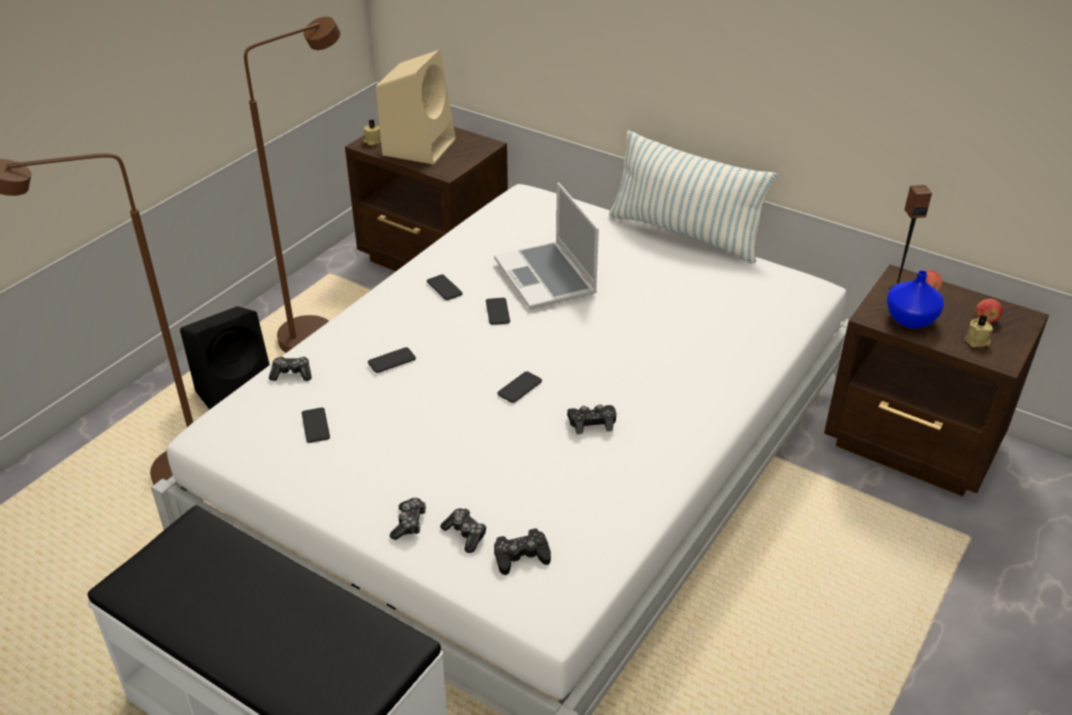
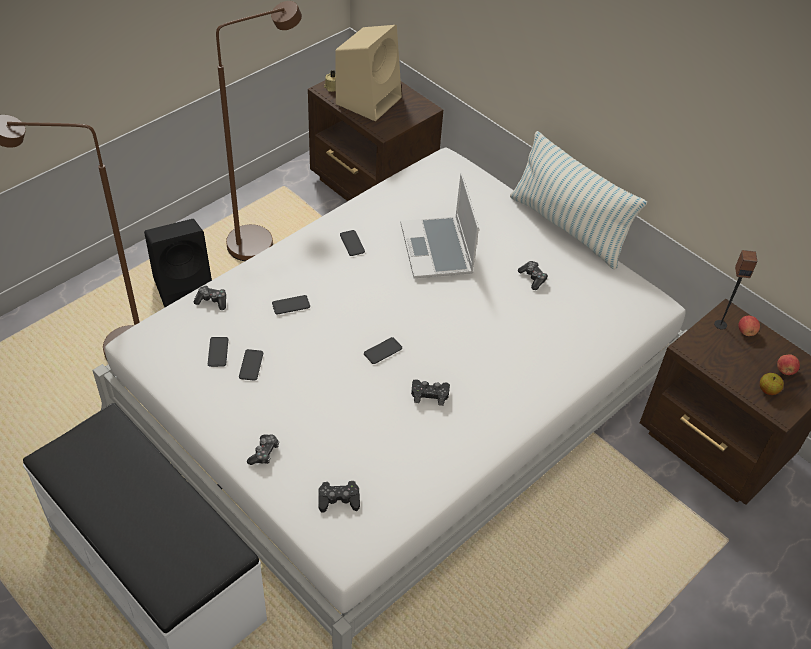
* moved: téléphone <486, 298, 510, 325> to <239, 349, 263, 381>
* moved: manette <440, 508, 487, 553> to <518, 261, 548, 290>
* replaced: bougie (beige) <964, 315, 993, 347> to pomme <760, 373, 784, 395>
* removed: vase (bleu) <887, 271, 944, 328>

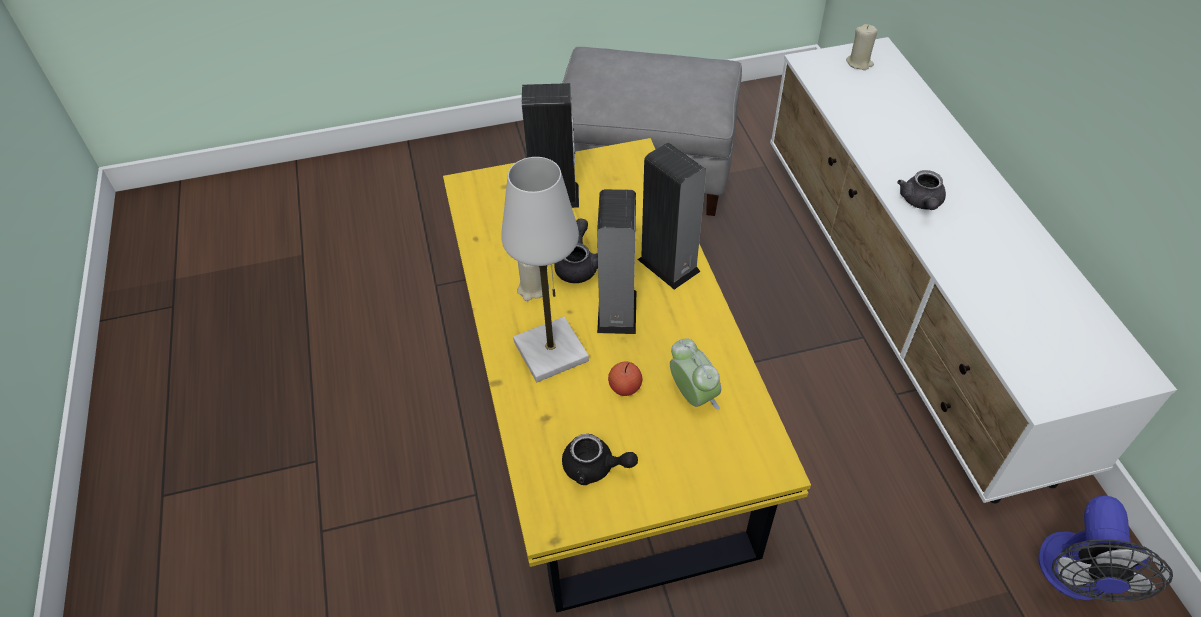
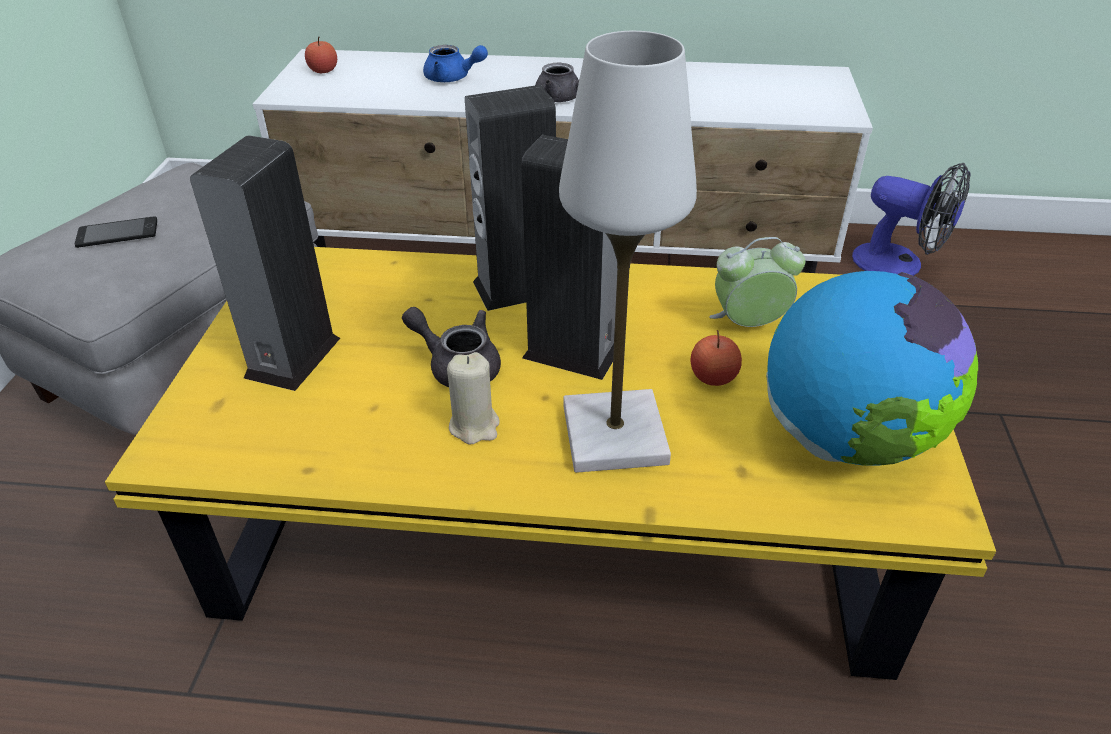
* added: téléphone <75, 216, 157, 248>
* replaced: bougie (beige) <846, 24, 878, 70> to pomme <305, 37, 337, 73>
* added: théière (bleu) <423, 45, 488, 82>
* replaced: théière (noir) <562, 434, 638, 485> to globe <766, 271, 978, 466>

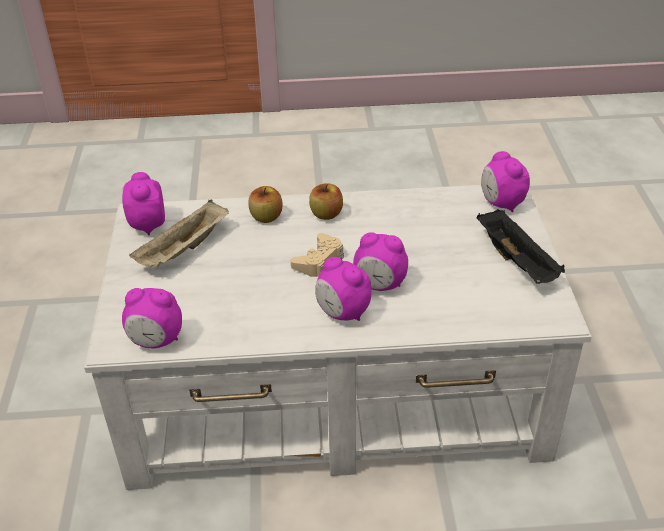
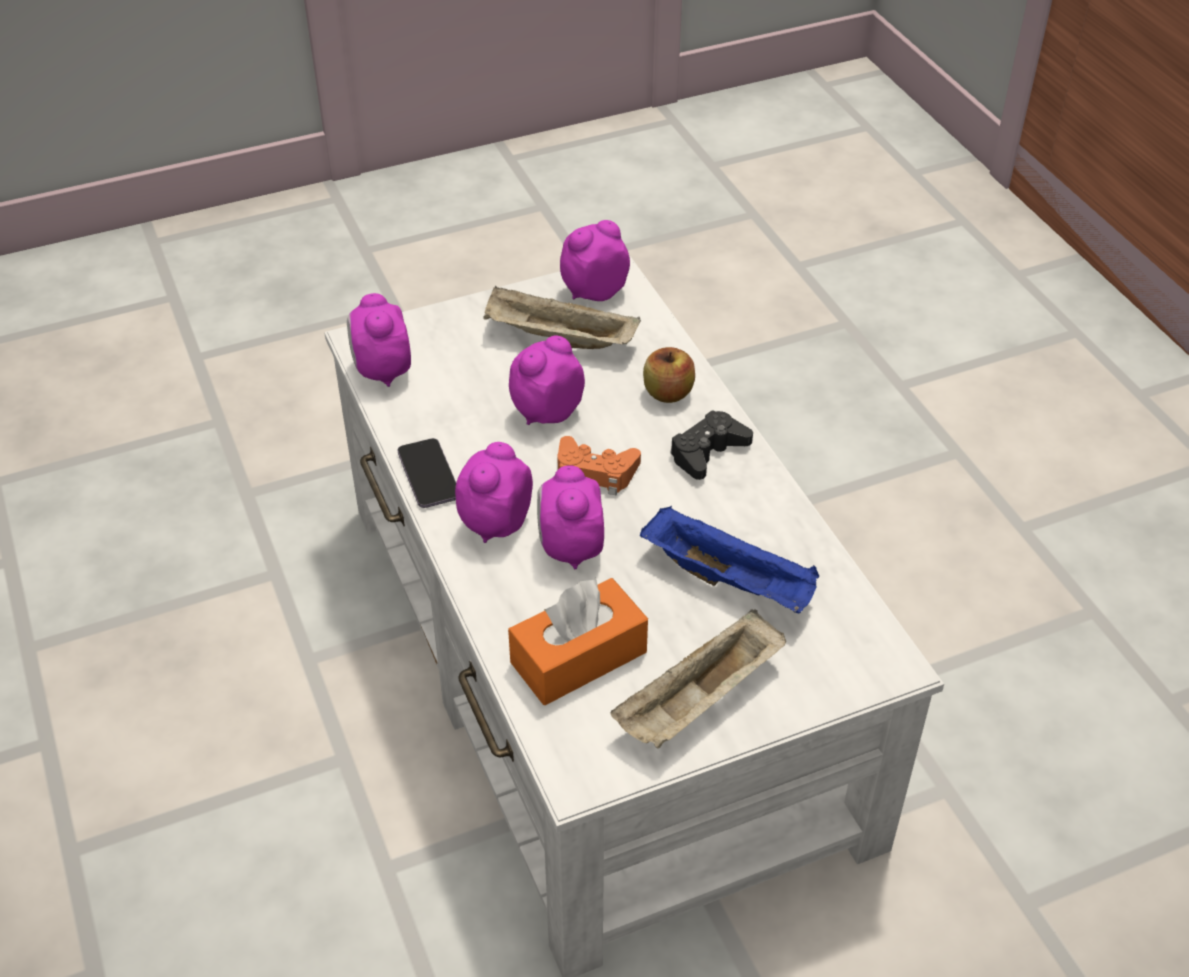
* added: téléphone <398, 438, 456, 508>
* added: boîte à mouchoirs (orange) <508, 578, 648, 705>
* moved: réveil <481, 151, 530, 212> to <509, 336, 585, 425>
* recoloured: manette (beige) <291, 233, 344, 277> to manette (orange) <557, 436, 641, 495>
* recoloured: plateau (noir) <476, 209, 565, 284> to plateau (beige) <610, 609, 786, 749>
* added: plateau (bleu) <640, 506, 819, 613>
* replaced: pomme <309, 183, 343, 220> to manette (noir) <670, 410, 753, 480>

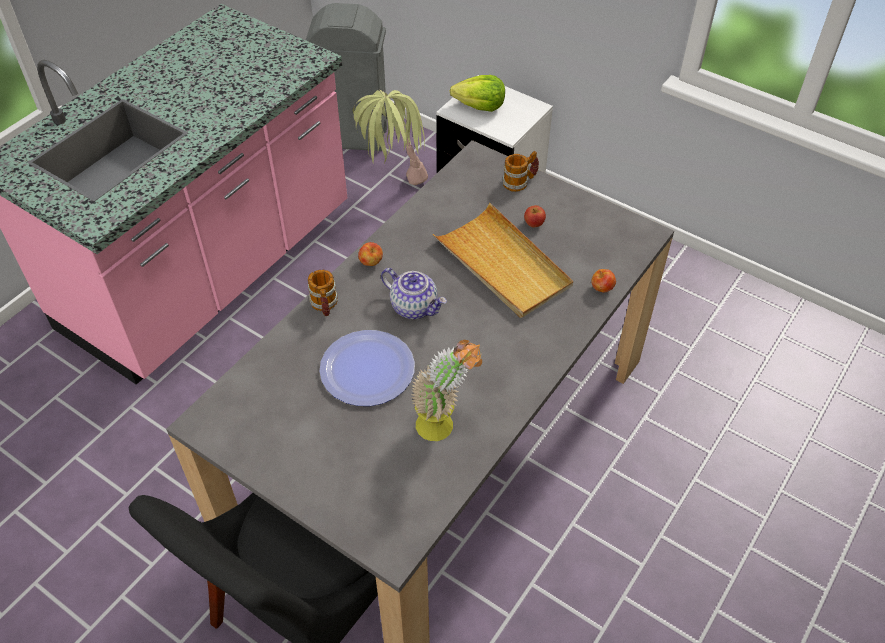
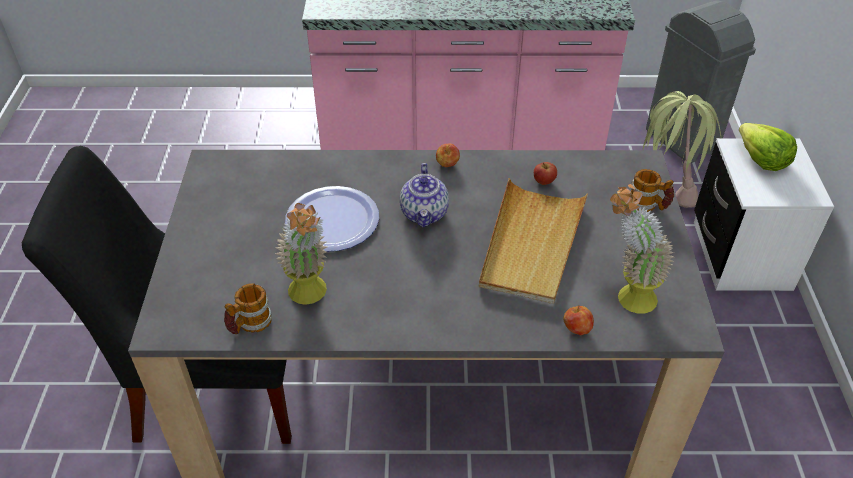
* moved: mug <308, 270, 338, 316> to <224, 283, 272, 334>
* moved: pomme <524, 205, 546, 228> to <534, 162, 557, 185>
* added: plante en pot <610, 184, 674, 314>

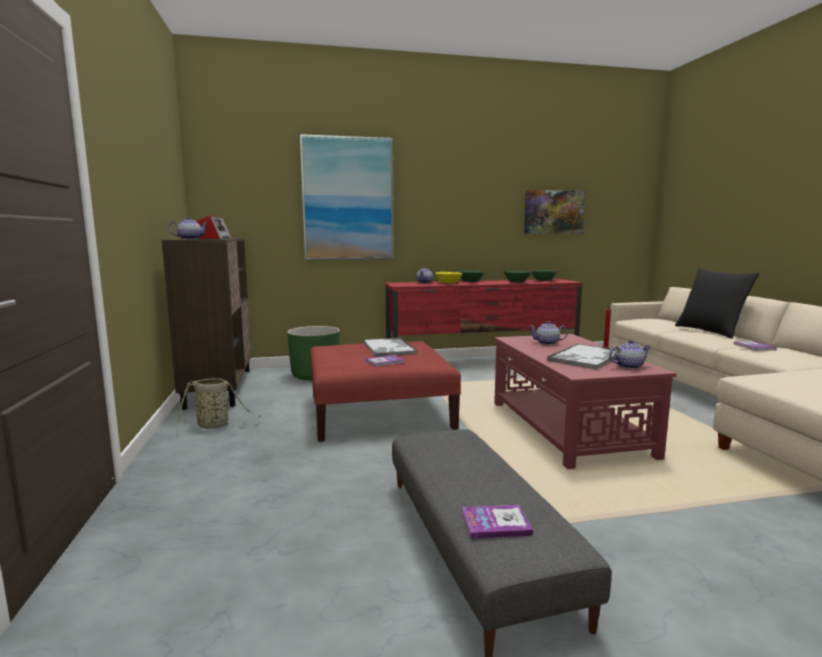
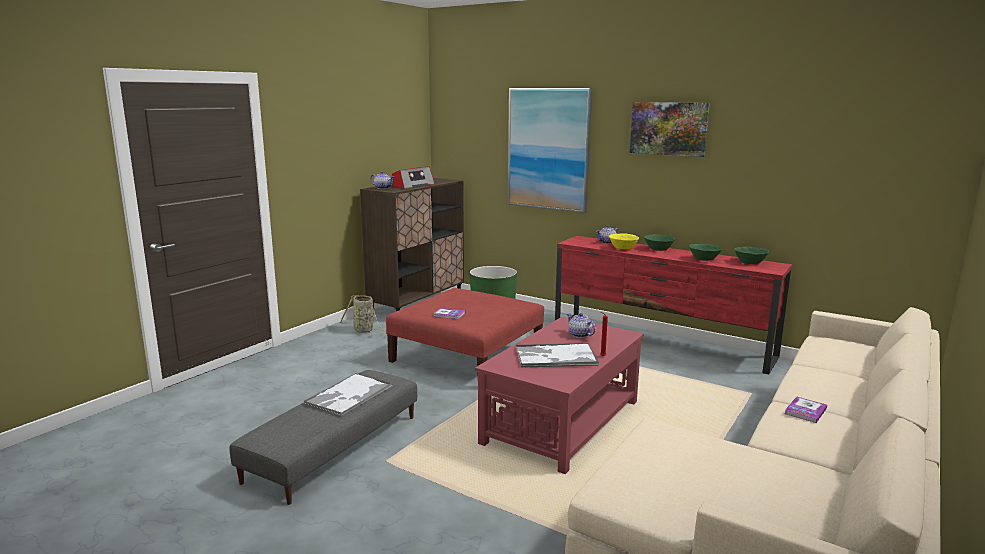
* moved: plateau <363, 337, 417, 357> to <303, 373, 393, 417>
* moved: tableau <524, 190, 586, 233> to <630, 102, 710, 157>
* removed: livre <462, 505, 533, 539>
* removed: théière <609, 340, 651, 369>
* removed: coussin (noir) <675, 268, 760, 339>

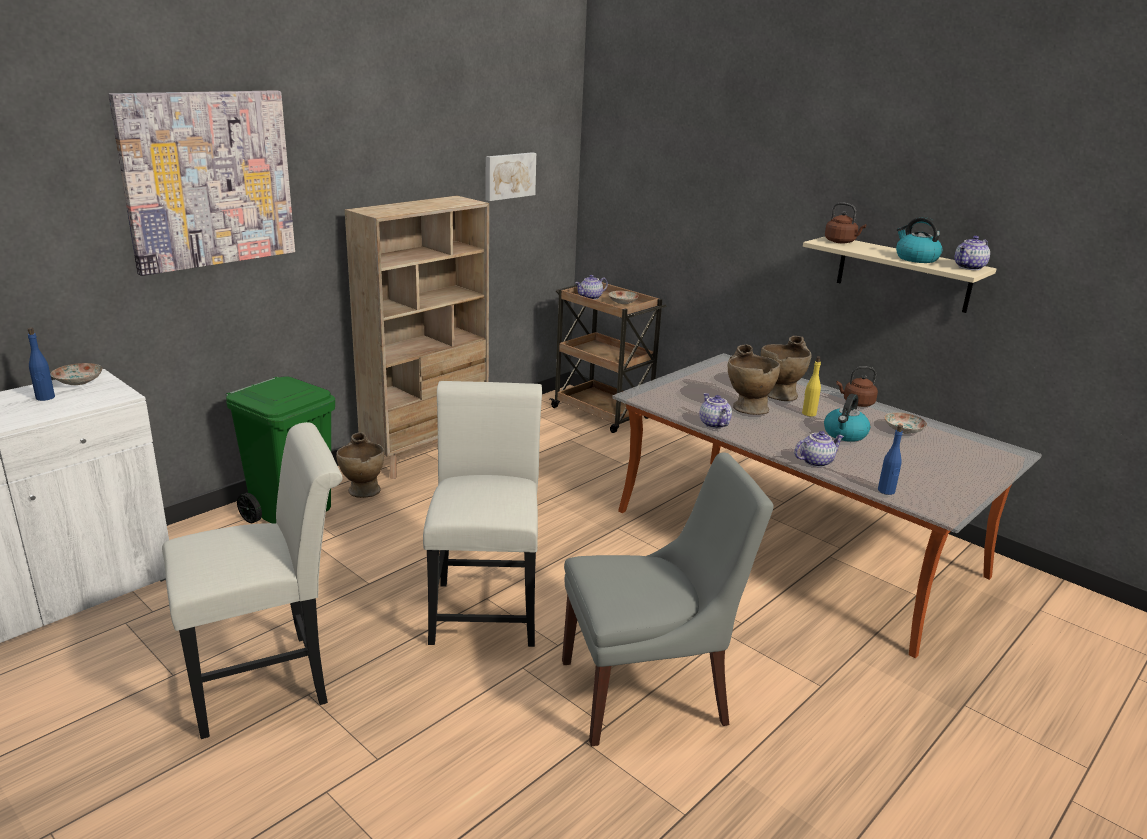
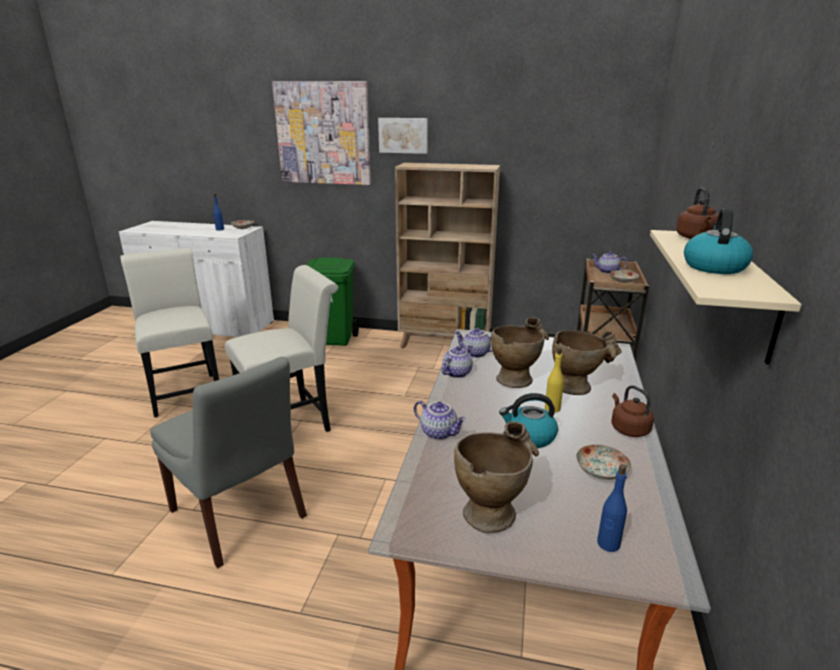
* turned: chaise (blanc) <162, 422, 343, 739> = <120, 248, 219, 417> 150 degrees counterclockwise
* moved: tableau <486, 152, 536, 201> to <378, 118, 428, 154>
* moved: vase (beige) <336, 432, 385, 498> to <454, 421, 539, 533>
* moved: théière <955, 236, 990, 270> to <455, 328, 493, 358>
* moved: bouteille (bleu) <878, 424, 903, 495> to <597, 465, 627, 552>

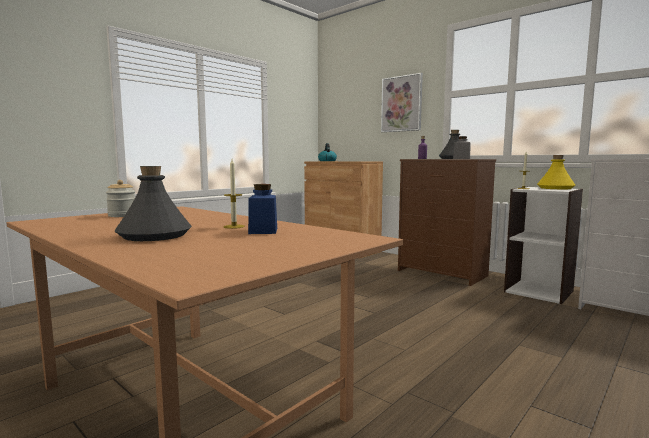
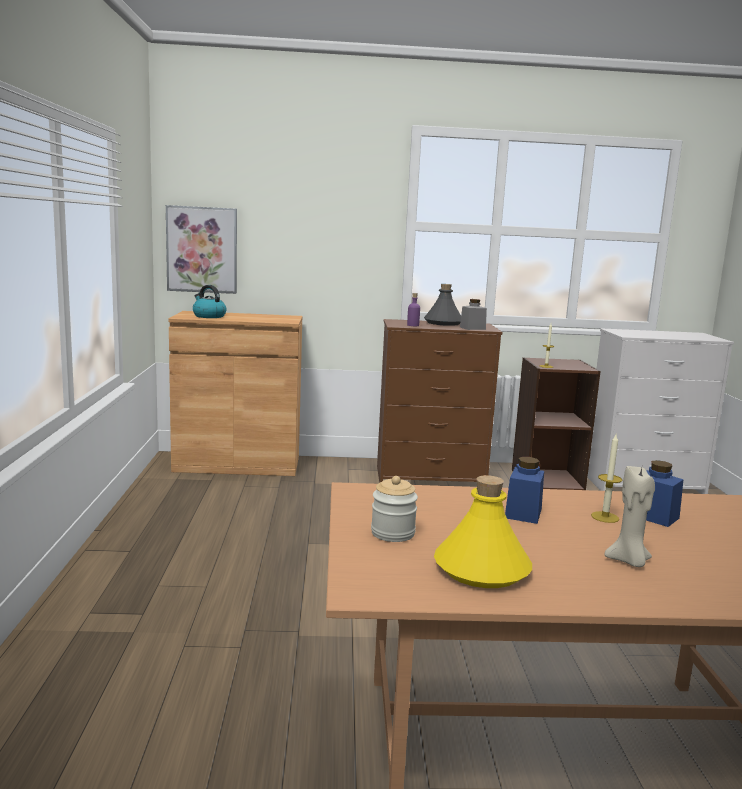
* moved: tableau <381, 73, 423, 132> to <166, 205, 237, 294>
* moved: bouteille (jaune) <537, 155, 575, 189> to <434, 475, 532, 588>
* added: bocal (bleu) <505, 457, 544, 524>
* recoloured: bibliothèque (blanc) <504, 187, 583, 304> to bibliothèque (marron) <512, 357, 601, 490>
* replaced: bouteille (gris) <115, 166, 192, 241> to bougie (beige) <604, 466, 655, 567>

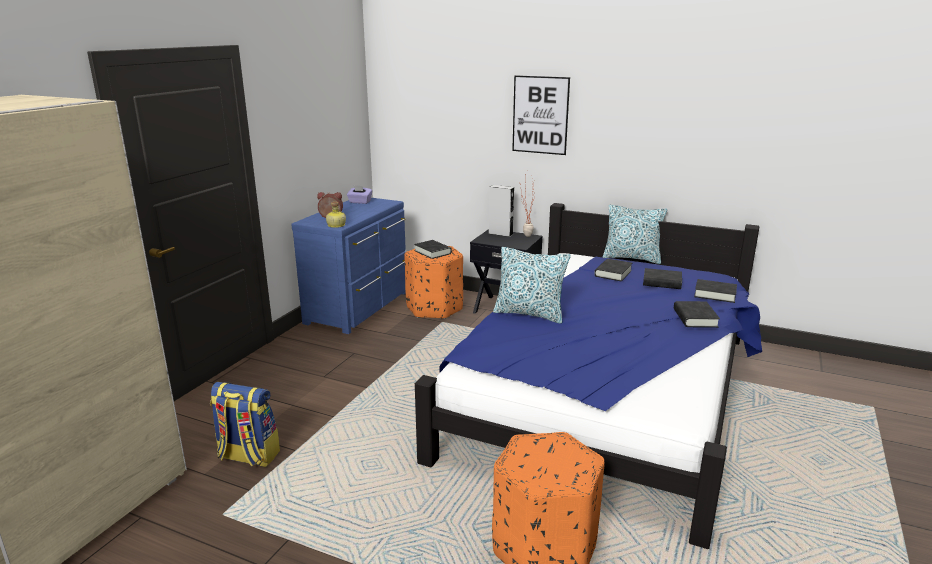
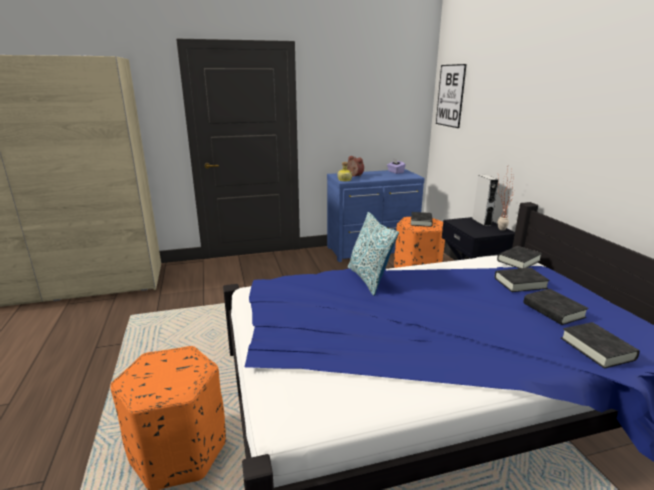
* moved: tableau <512, 75, 570, 155> to <436, 64, 467, 128>
* moved: livre (noir) <674, 301, 720, 328> to <497, 246, 542, 269>
* removed: sac à dos <210, 382, 280, 467>
* removed: coussin <603, 205, 667, 264>

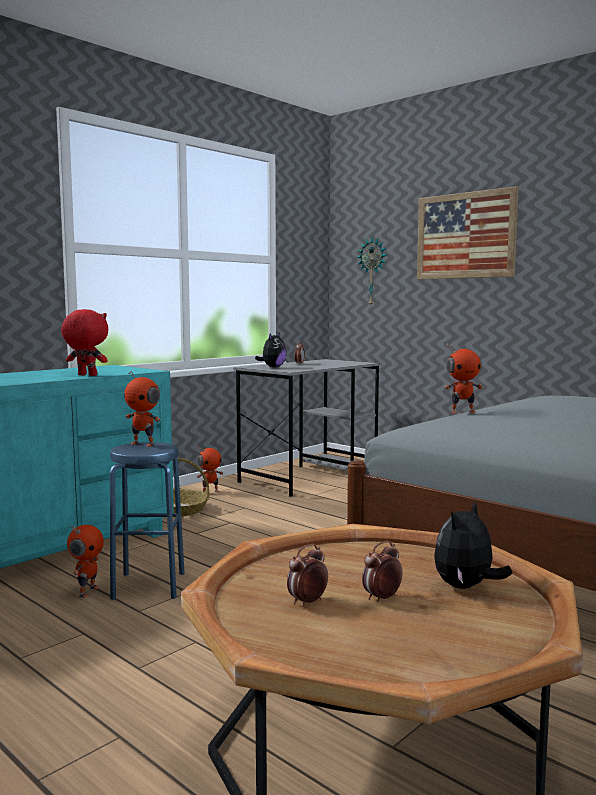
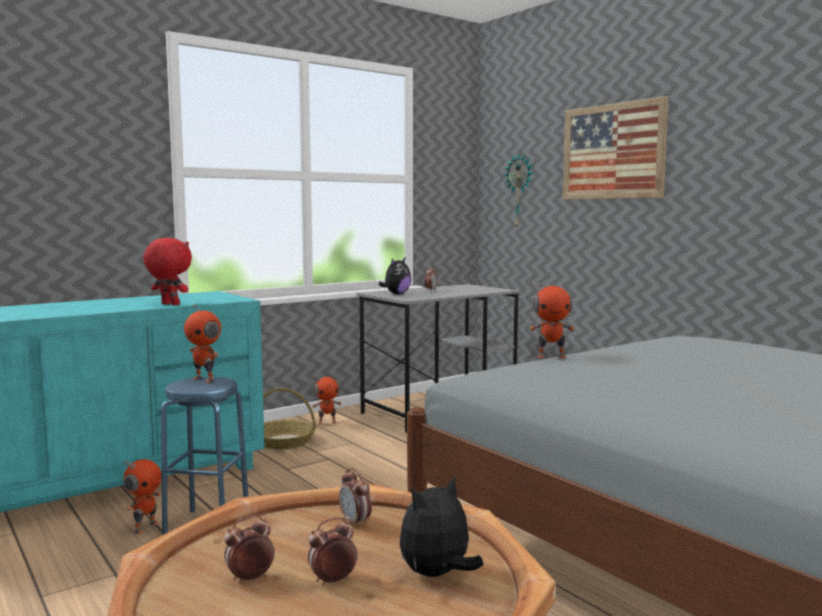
* added: réveil <339, 468, 372, 528>

